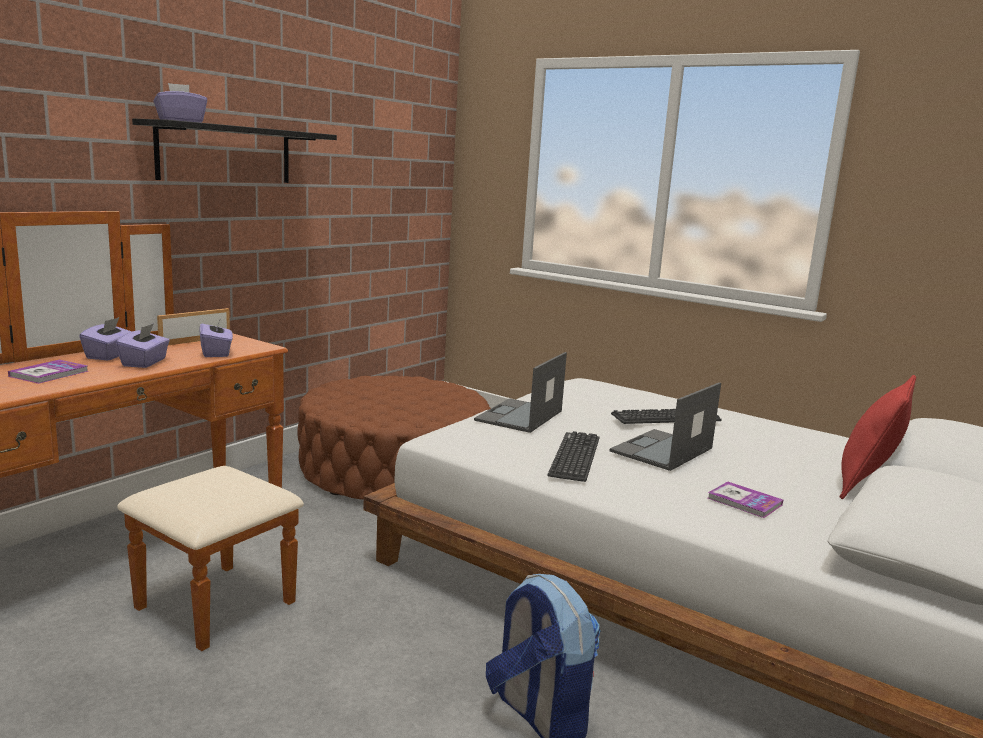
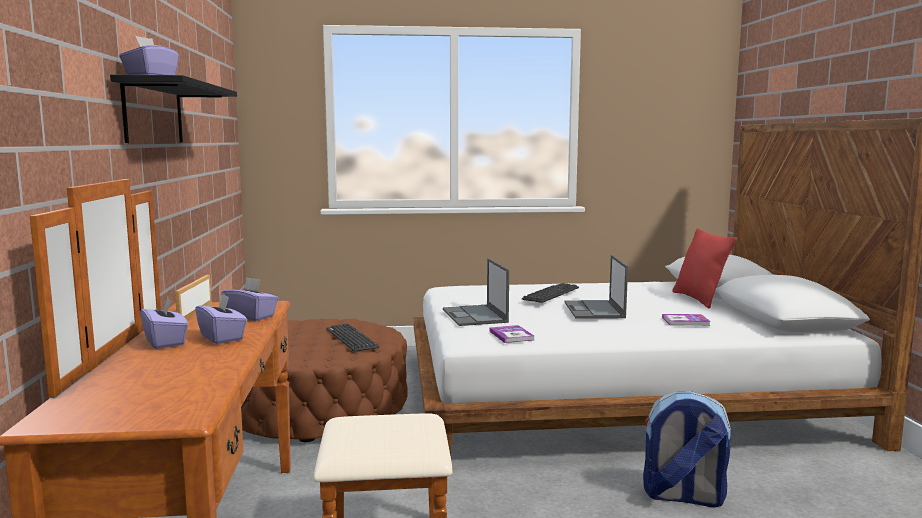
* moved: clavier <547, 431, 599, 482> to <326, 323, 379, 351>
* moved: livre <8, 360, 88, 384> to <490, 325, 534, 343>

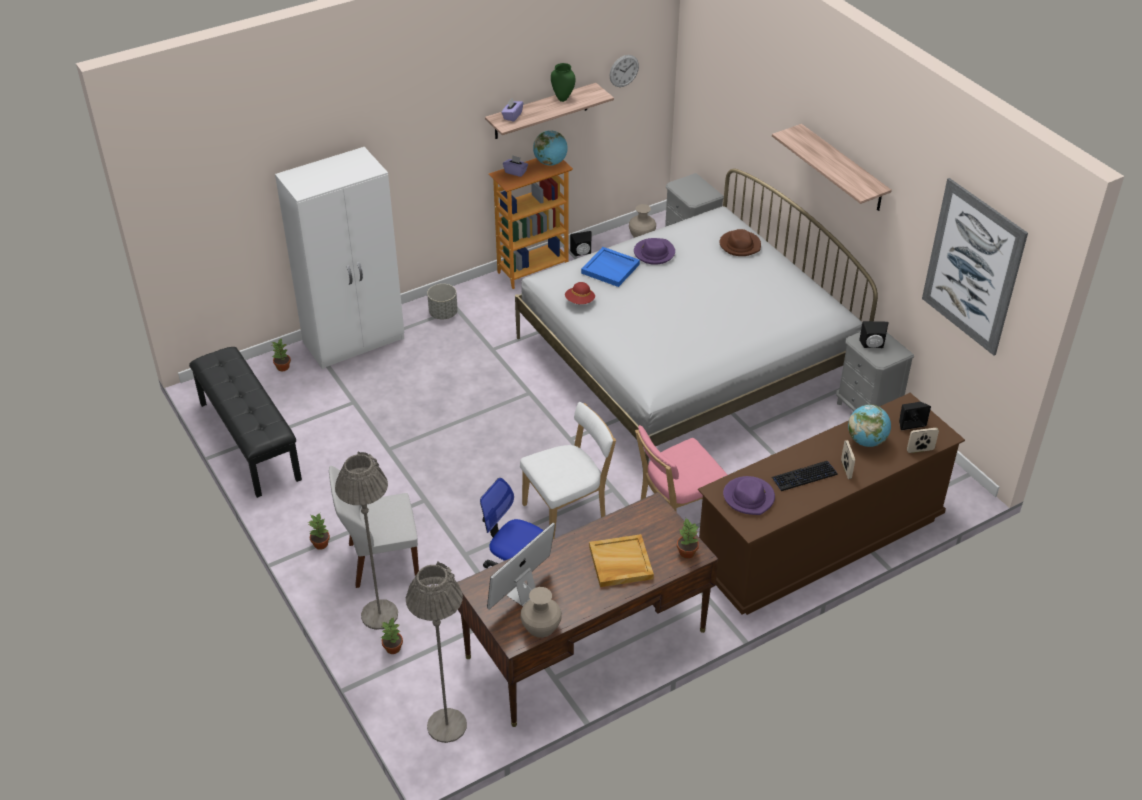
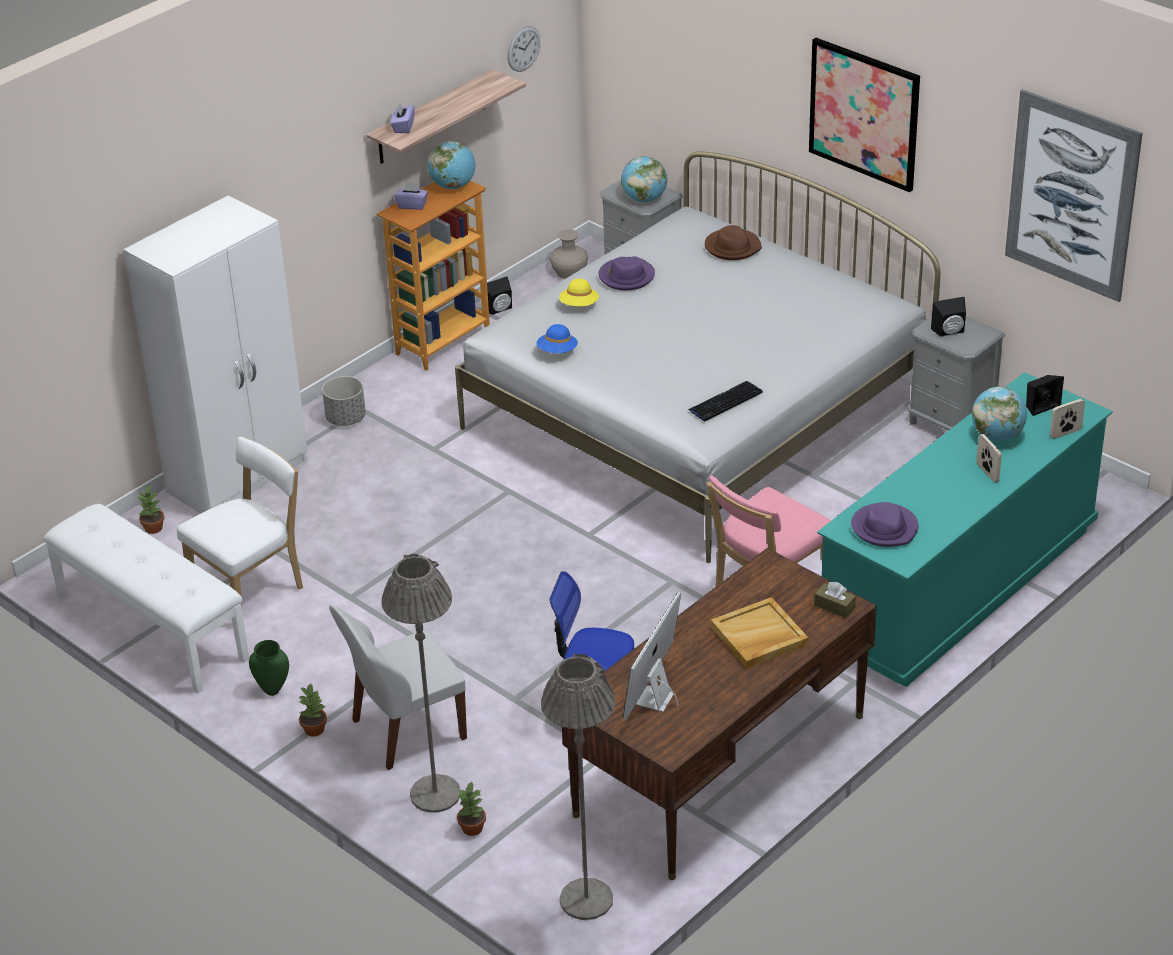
* recoloured: banc (noir) <189, 347, 302, 498> to banc (blanc) <43, 504, 249, 694>
* moved: chaise (blanc) <520, 402, 616, 539> to <177, 437, 303, 607>
* moved: vase (vert) <551, 63, 575, 102> to <249, 640, 289, 696>
* recoloured: chapeau (rouge) <565, 282, 595, 304> to chapeau (bleu) <536, 324, 578, 353>
* replaced: plateau (bleu) <581, 247, 640, 287> to chapeau (jaune) <559, 279, 599, 306>
* added: globe <621, 156, 667, 202>
* moved: clavier <771, 461, 837, 491> to <688, 381, 763, 422>
* replaced: étagère <772, 124, 892, 211> to tableau <809, 38, 920, 192>
* replaced: plante en pot <677, 519, 699, 558> to boîte à mouchoirs (marron) <814, 582, 856, 618>
* recoloured: commode (marron) <698, 393, 965, 615> to commode (turquoise) <817, 372, 1113, 687>
* removed: vase (beige) <520, 587, 562, 638>

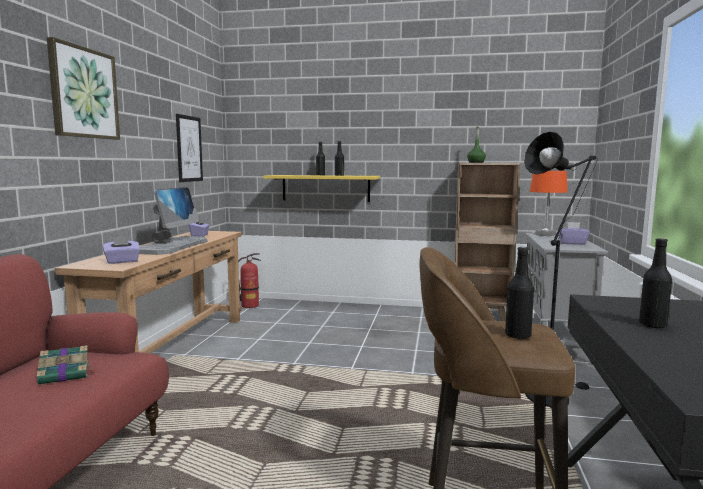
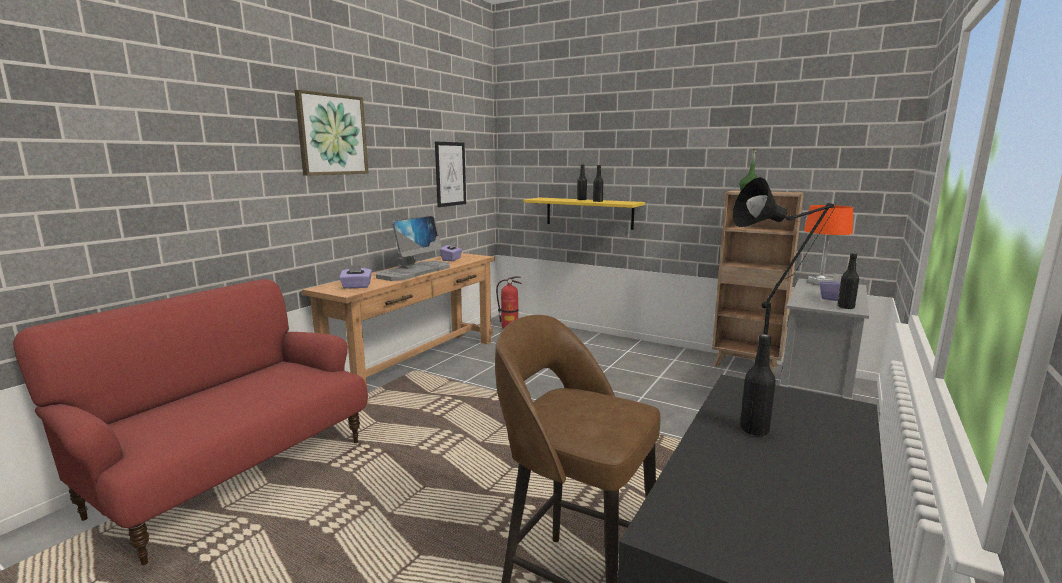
* moved: bouteille (noir) <505, 247, 534, 339> to <837, 253, 859, 309>
* removed: livre <37, 345, 96, 385>

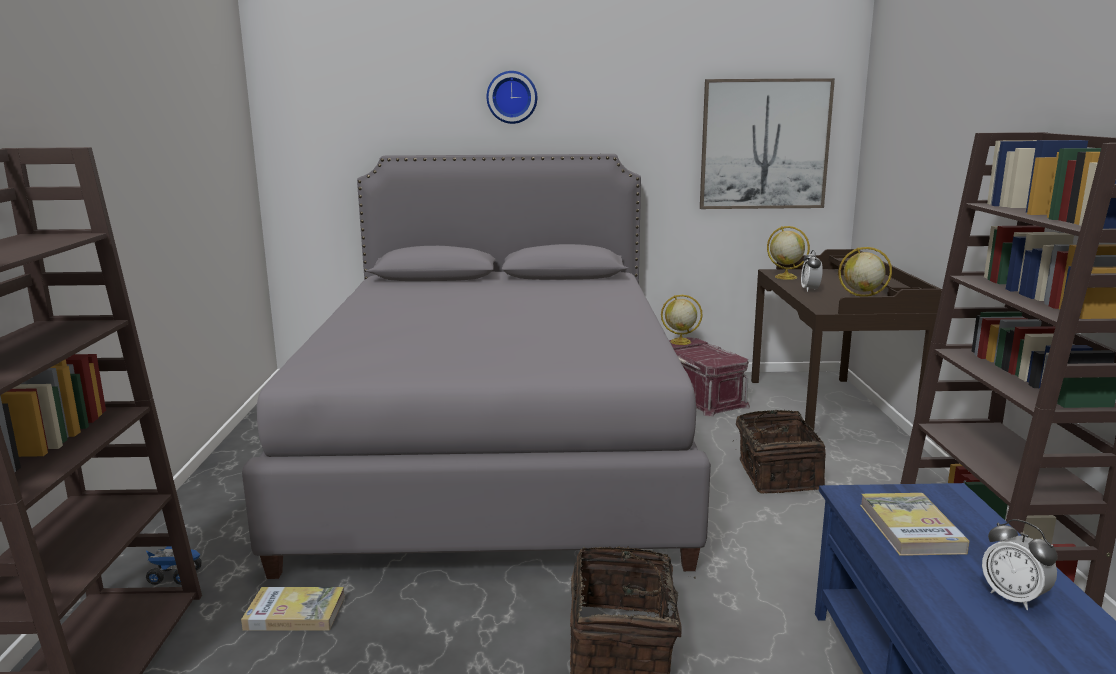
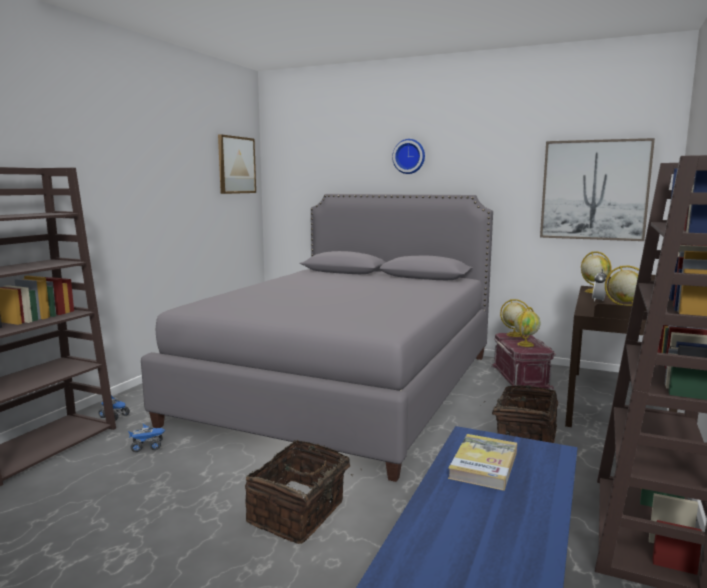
* replaced: livre <241, 587, 345, 631> to camion jouet <128, 424, 165, 452>
* added: tableau <218, 134, 256, 194>
* added: globe <514, 307, 541, 347>
* removed: réveil <982, 519, 1057, 610>

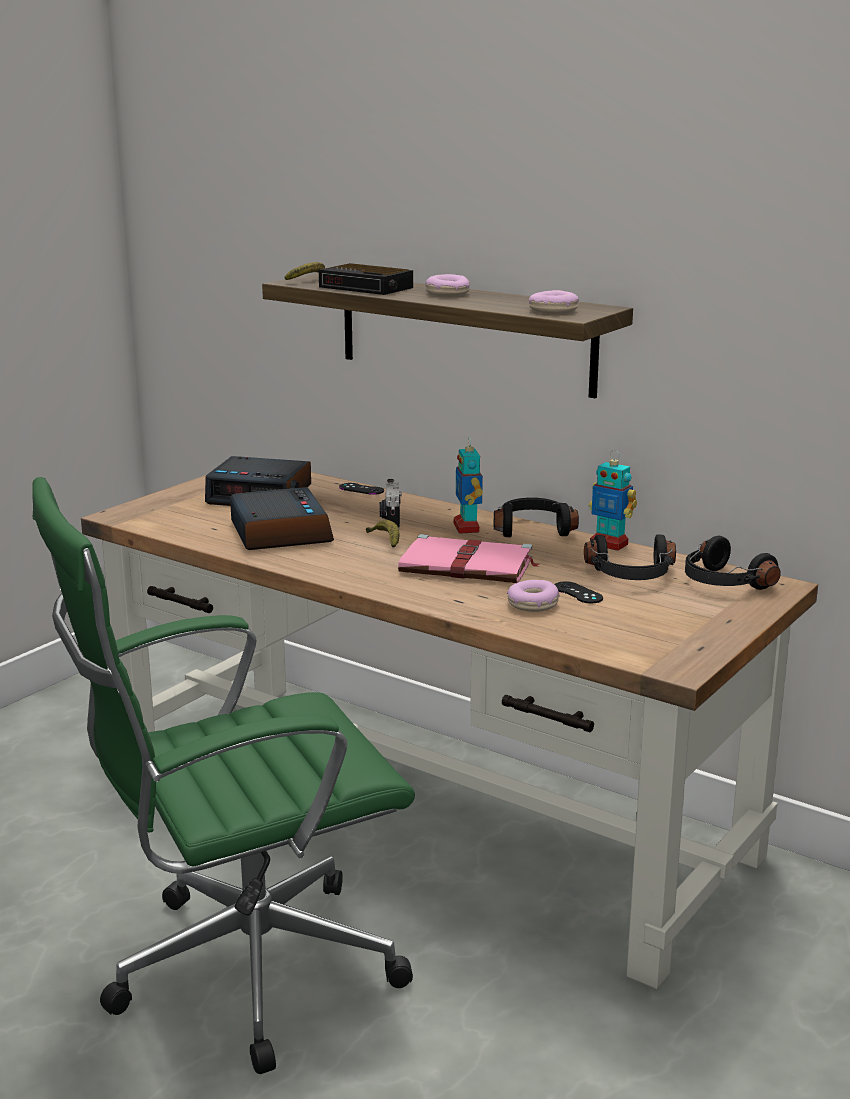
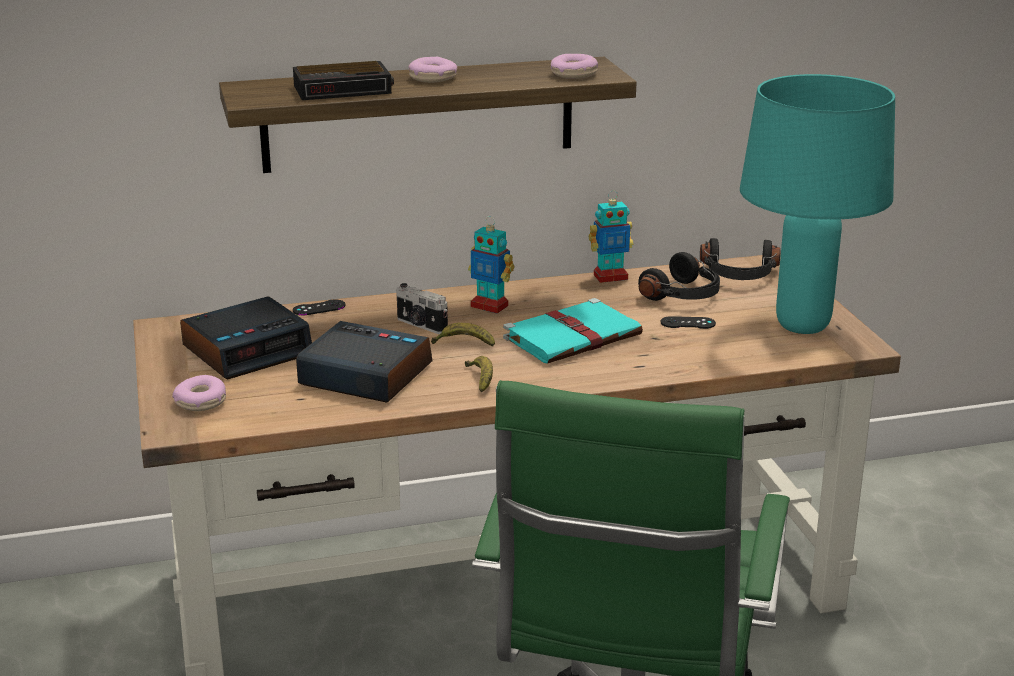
* moved: beignet <507, 580, 559, 612> to <172, 375, 226, 411>
* moved: banane <284, 262, 325, 280> to <465, 356, 493, 392>
* recoloured: livre (rose) <398, 534, 539, 583> to livre (turquoise) <503, 298, 643, 364>
* added: lampe de table (turquoise) <740, 74, 895, 334>
* removed: casque audio (noir) <494, 497, 579, 537>

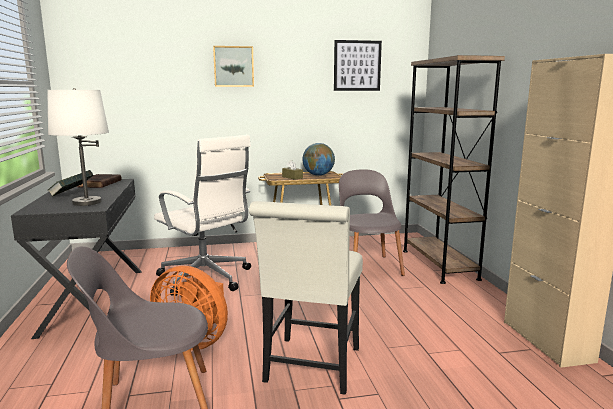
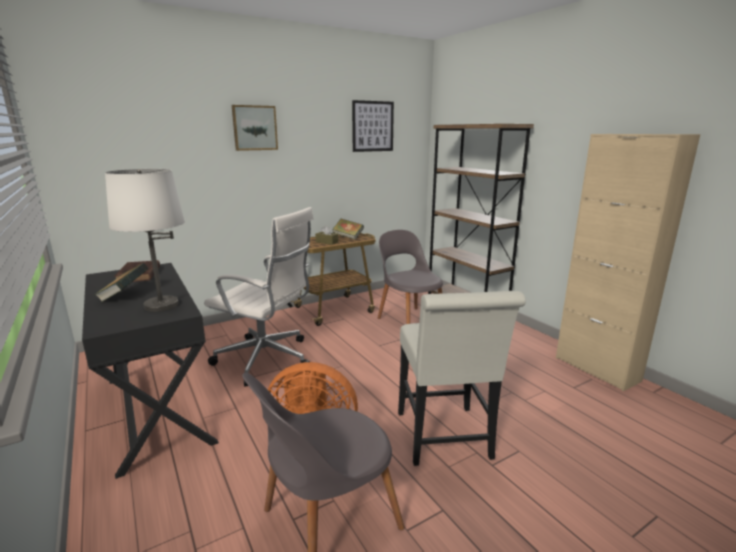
* replaced: globe <302, 143, 335, 176> to livre <332, 219, 364, 240>

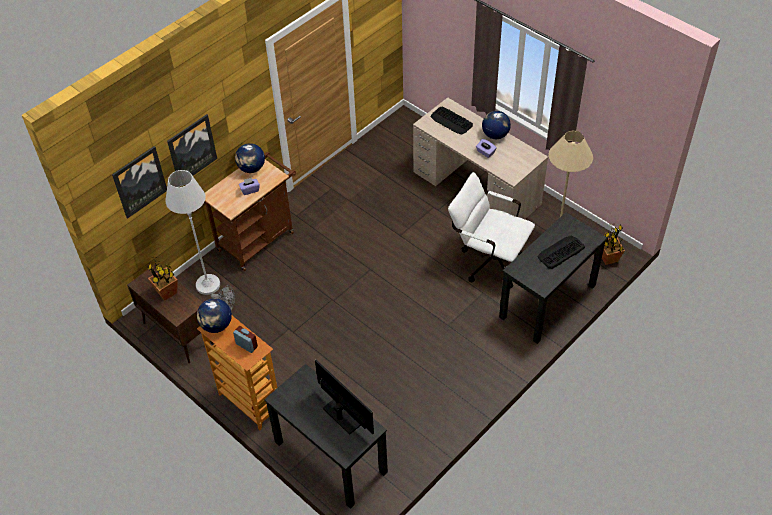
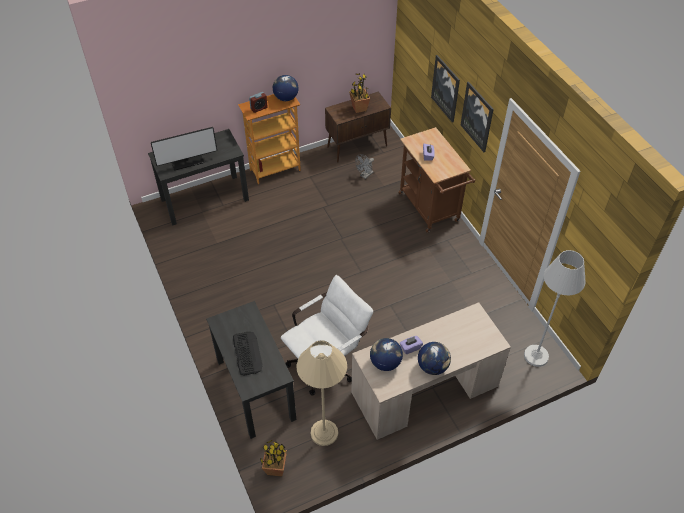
* moved: globe <235, 143, 265, 173> to <370, 338, 403, 371>
* moved: tableau <112, 146, 167, 218> to <461, 82, 494, 152>
* moved: lampadaire (blanc) <165, 170, 220, 295> to <524, 250, 586, 367>
* removed: clavier <430, 106, 473, 135>

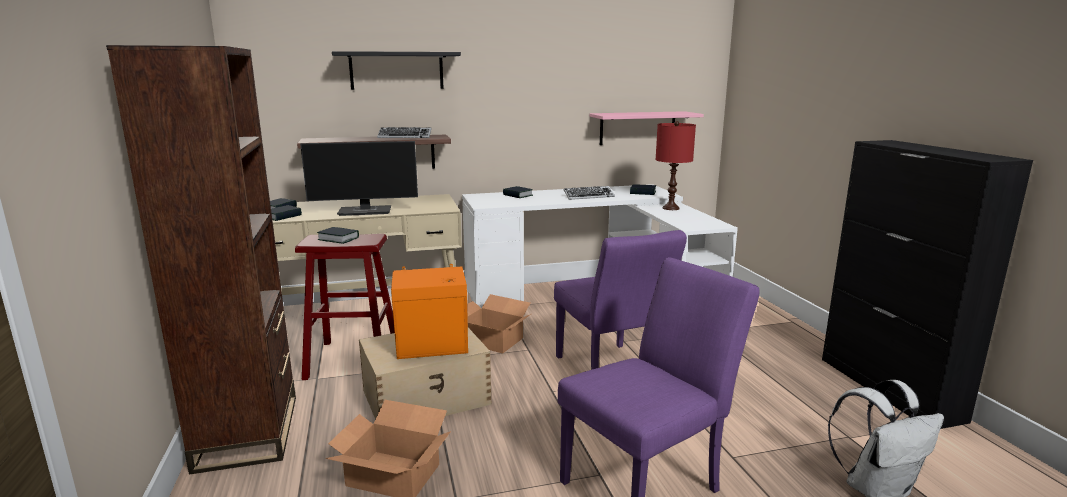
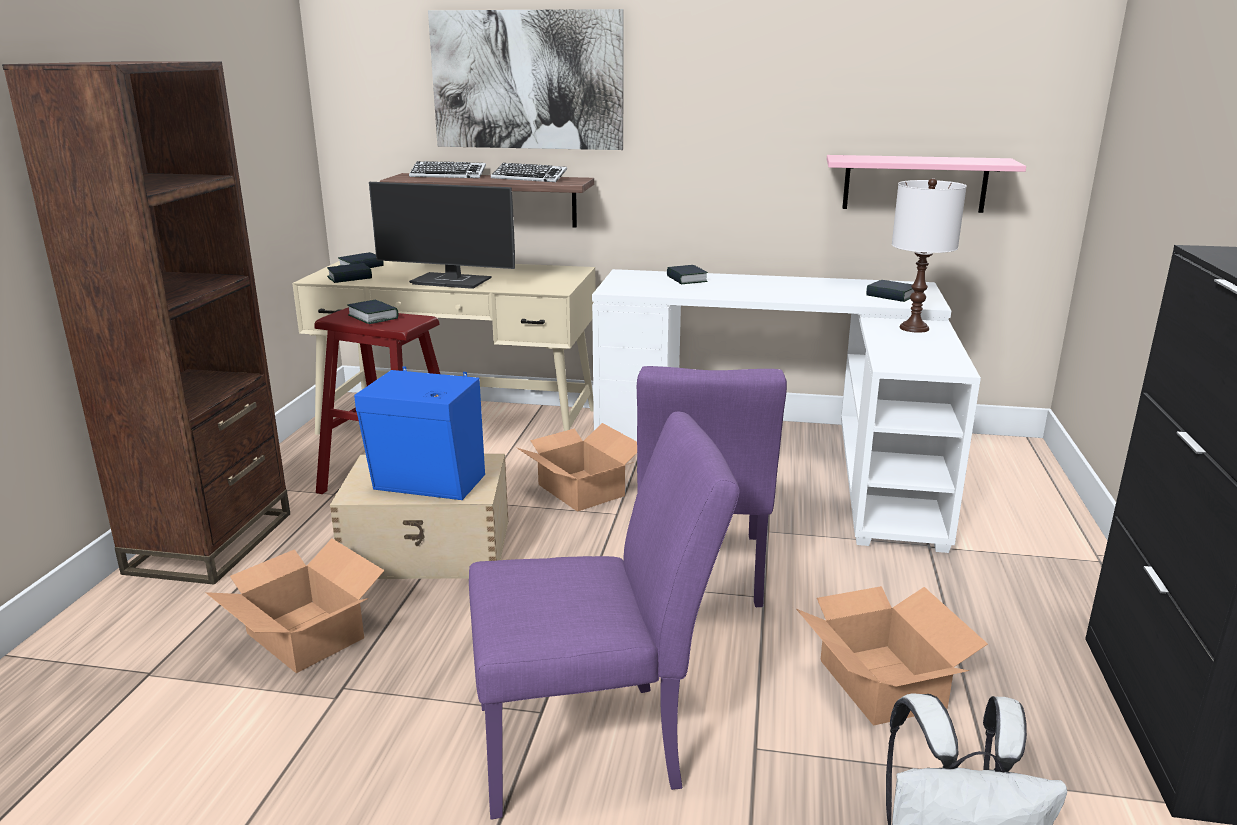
* recoloured: enceinte (orange) <391, 264, 468, 359> to enceinte (bleu) <354, 366, 485, 500>
* moved: clavier <564, 186, 615, 200> to <409, 161, 486, 178>
* replaced: étagère (noir) <332, 51, 461, 90> to tableau <428, 9, 624, 150>
* added: carton <796, 586, 988, 726>
* recoloured: lampe de table (rouge) <655, 121, 696, 210> to lampe de table (blanc) <892, 178, 967, 333>

